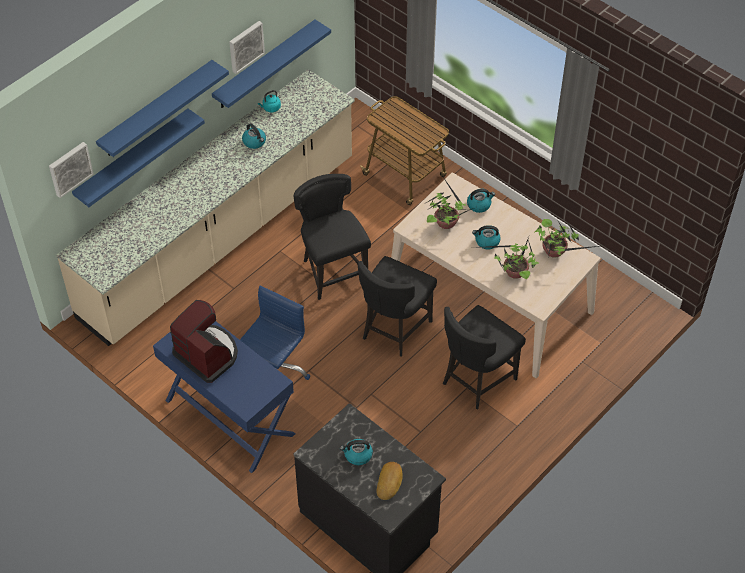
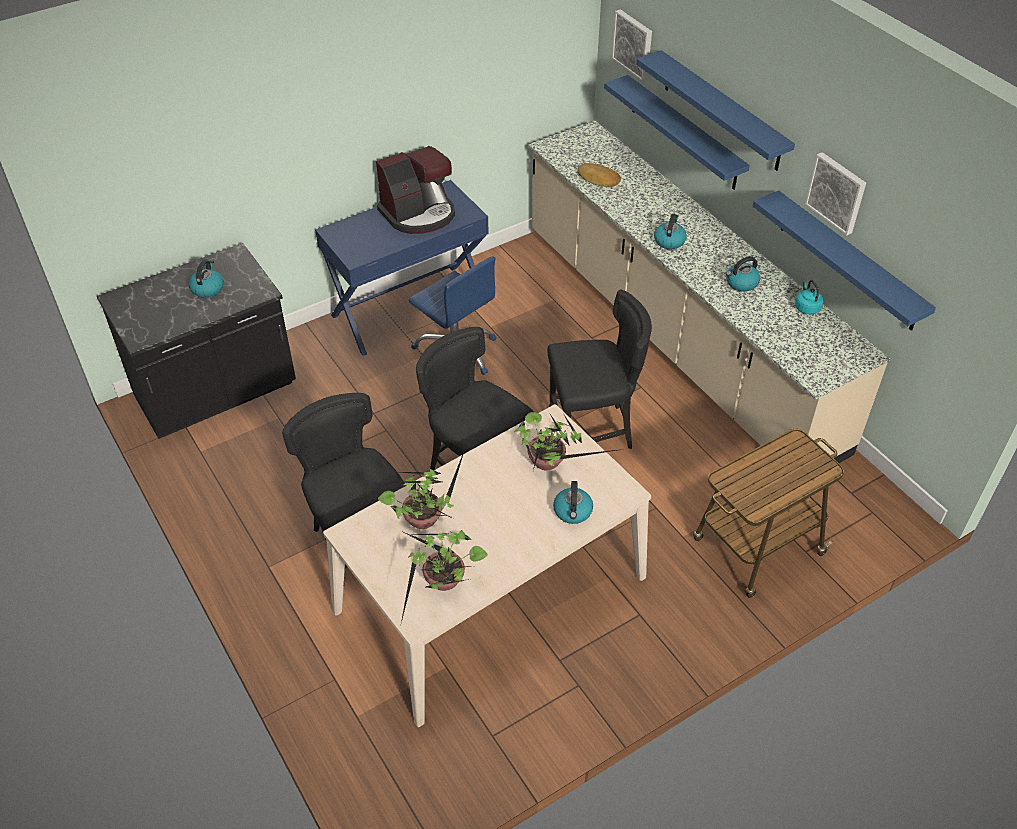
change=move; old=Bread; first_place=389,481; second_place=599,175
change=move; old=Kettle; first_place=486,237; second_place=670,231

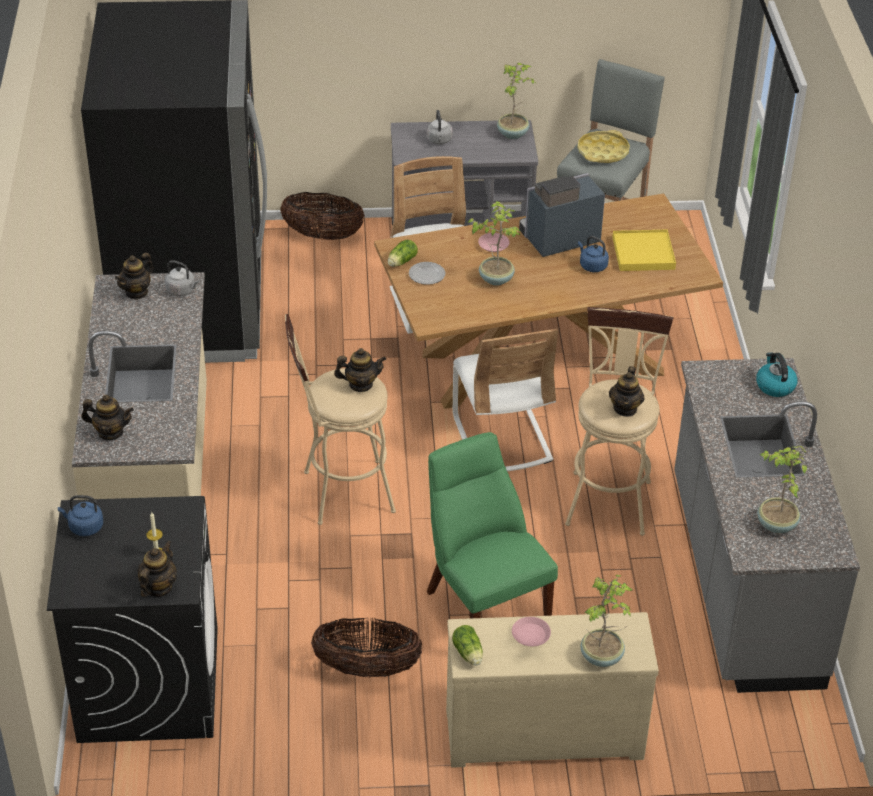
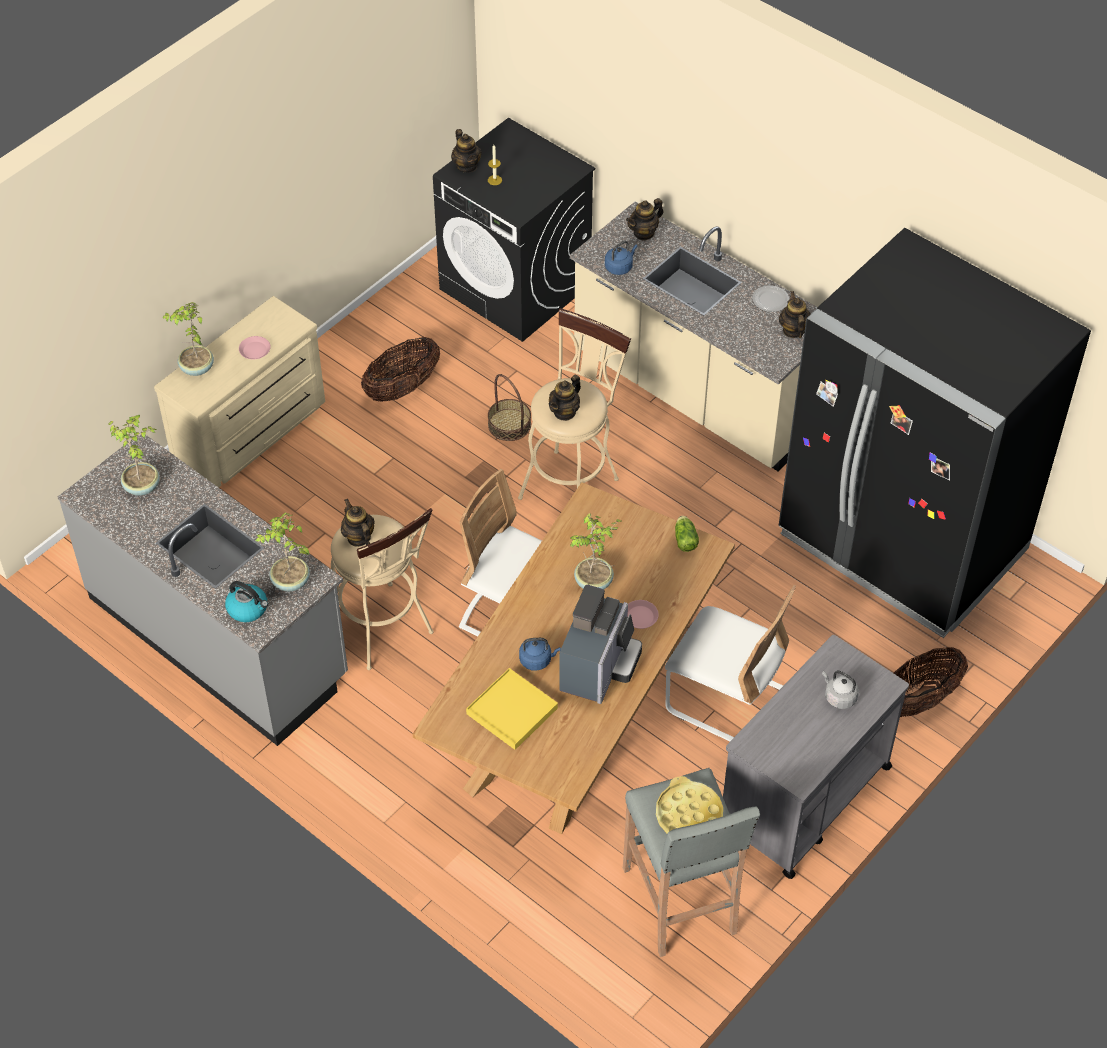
change=move; old=PottedPlant; first_place=517,101; second_place=283,551
change=insert; new=Basket; second_place=509,407
change=move; old=BlueKettle; first_place=80,515; second_place=621,258
change=move; old=Plate; first_place=427,273; second_place=770,298
change=delete; old=GreyKettle; first_place=182,278
change=delete; old=GreenChair; first_place=492,525
change=delete; old=Lettuce; first_place=467,645

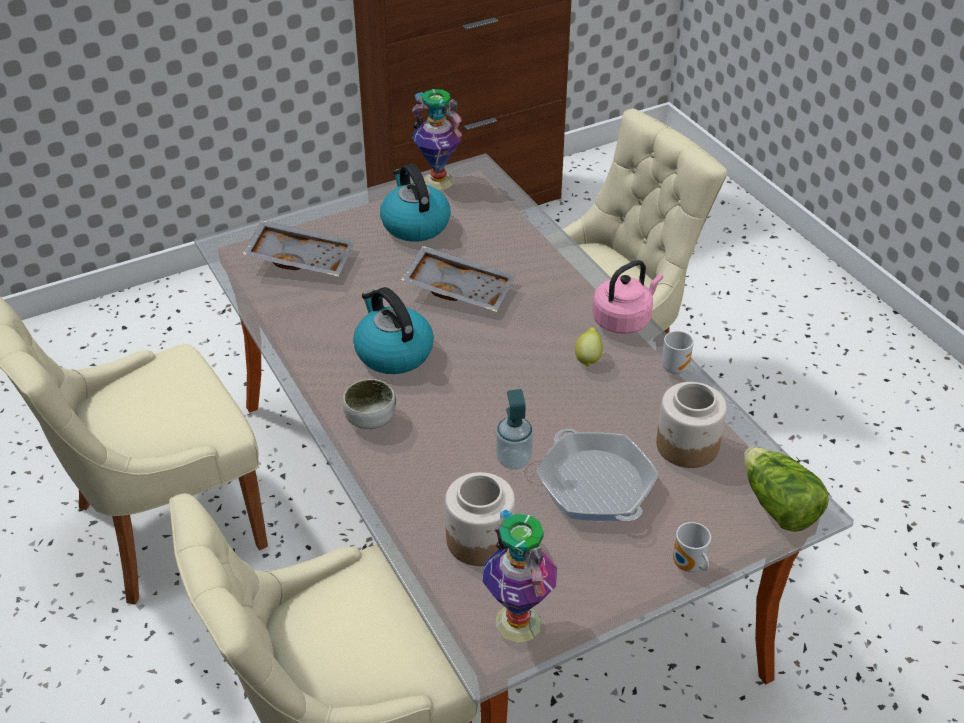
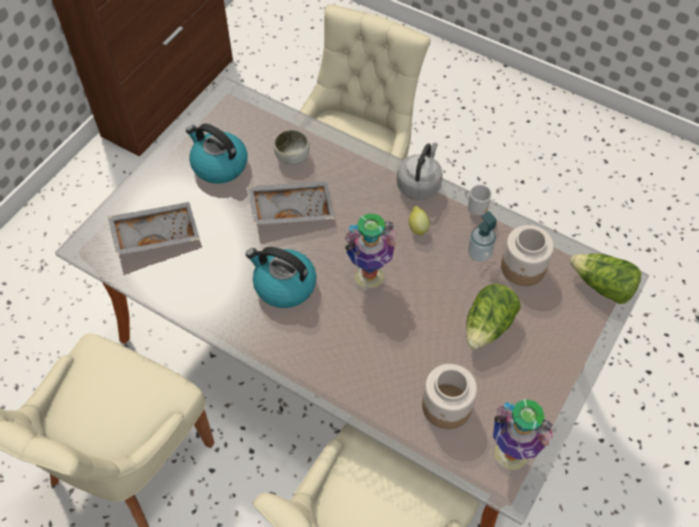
change=move; old=Bowl; first_place=369,404; second_place=292,147
change=move; old=Vase; first_place=437,139; second_place=371,251
change=recolor; old=PinkKettle; new=GreyKettle; first_place=627,297; second_place=420,171
change=replace; old=FryingPan; new=Lettuce; first_place=597,475; second_place=493,316
change=move; old=SoapDispenser; first_place=514,429; second_place=482,236
change=delete; old=Mug; first_place=692,547

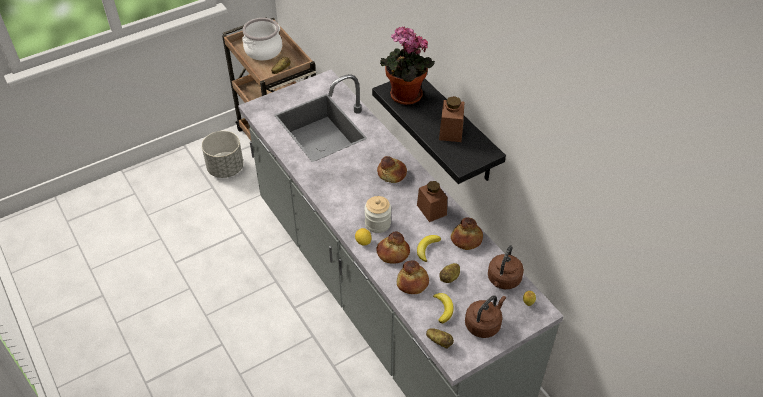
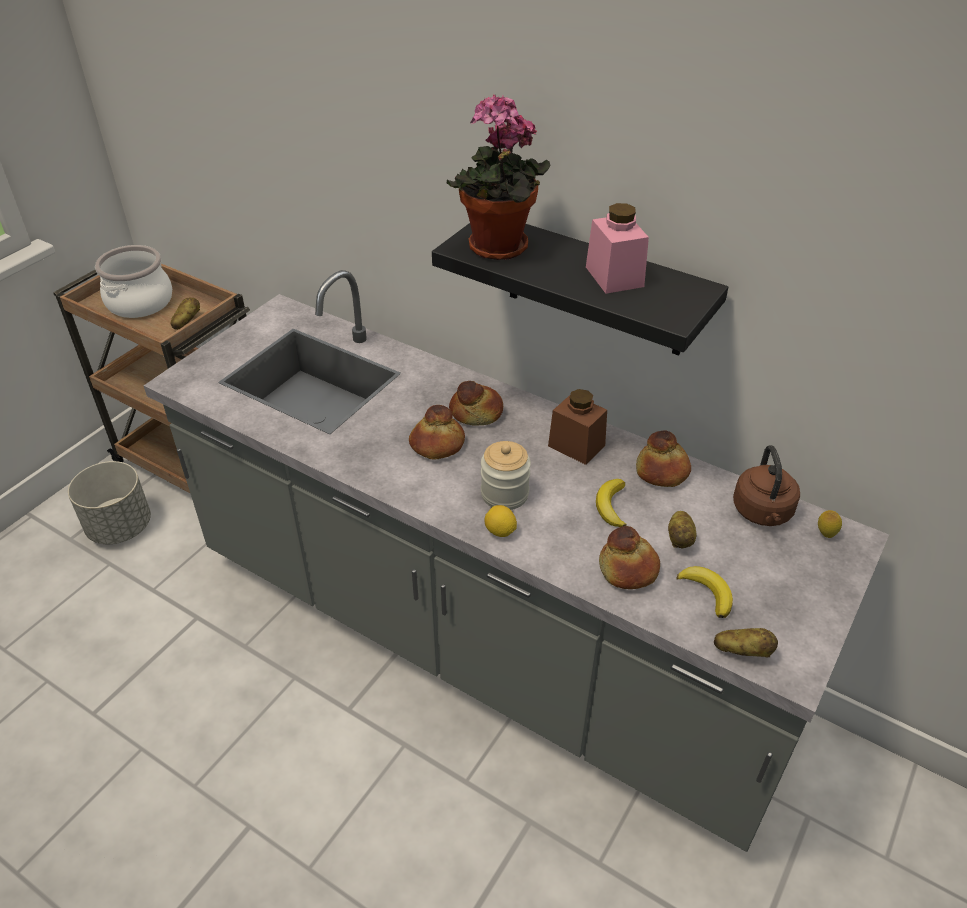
change=move; old=Bread; first_place=393,247; second_place=437,432
change=recolor; old=BrownJar; new=PinkJar; first_place=451,119; second_place=617,248
change=delete; old=BrownKettle; first_place=485,316

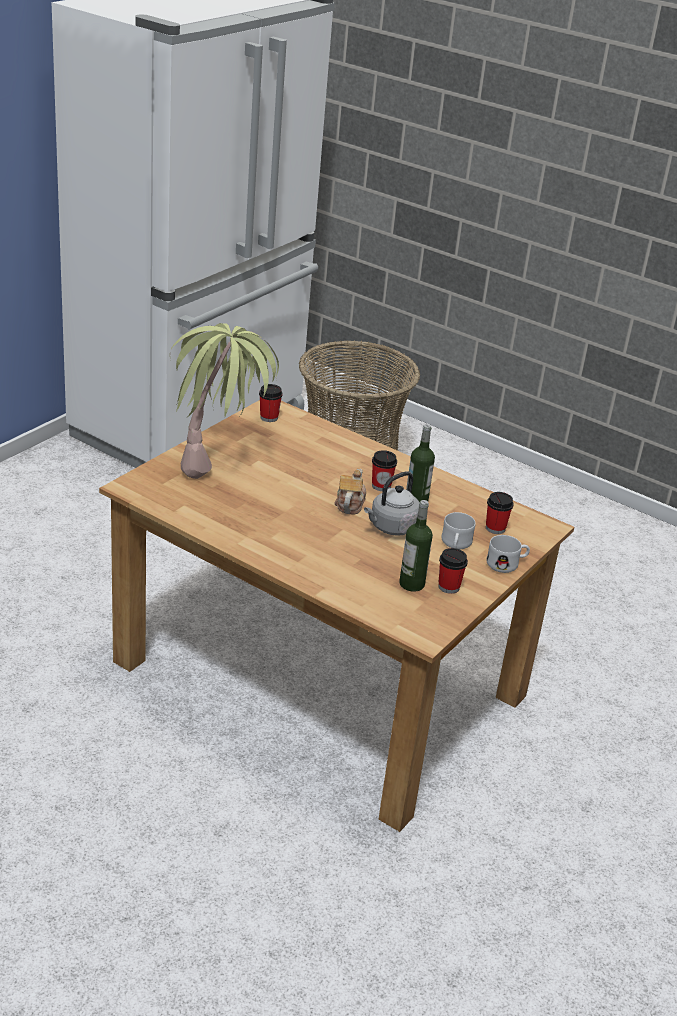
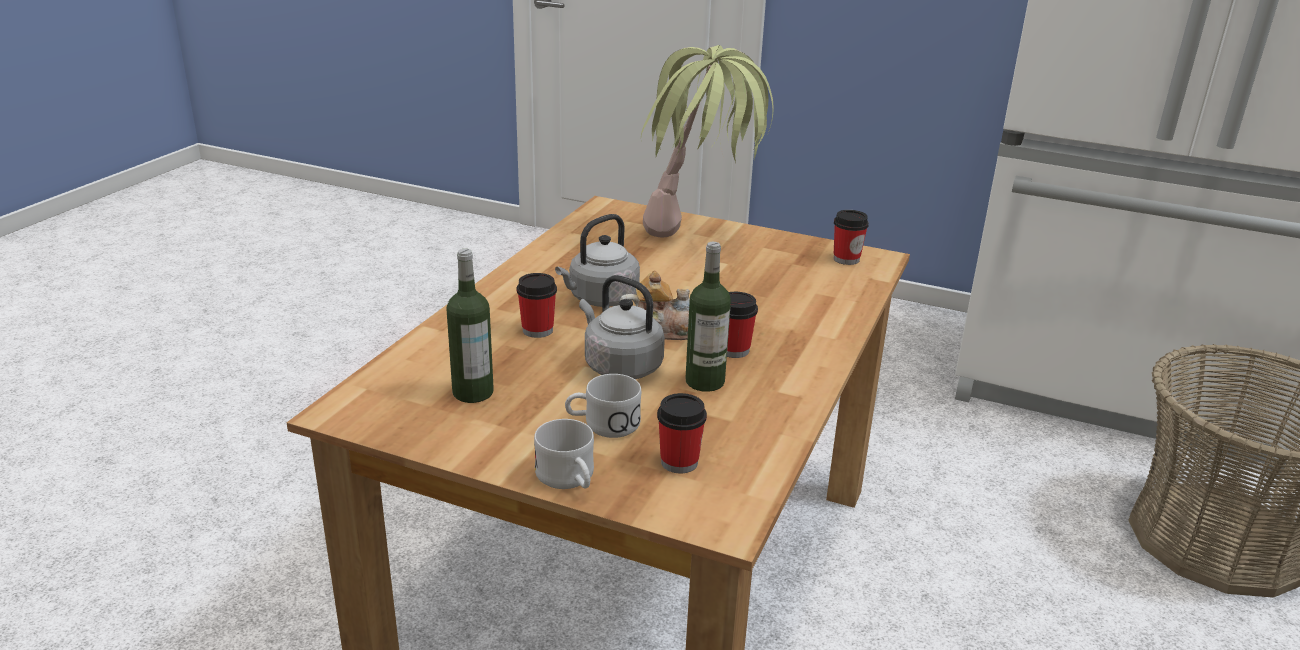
change=move; old=Cup; first_place=453,571; second_place=537,305
change=insert; new=GreyKettle; second_place=597,260

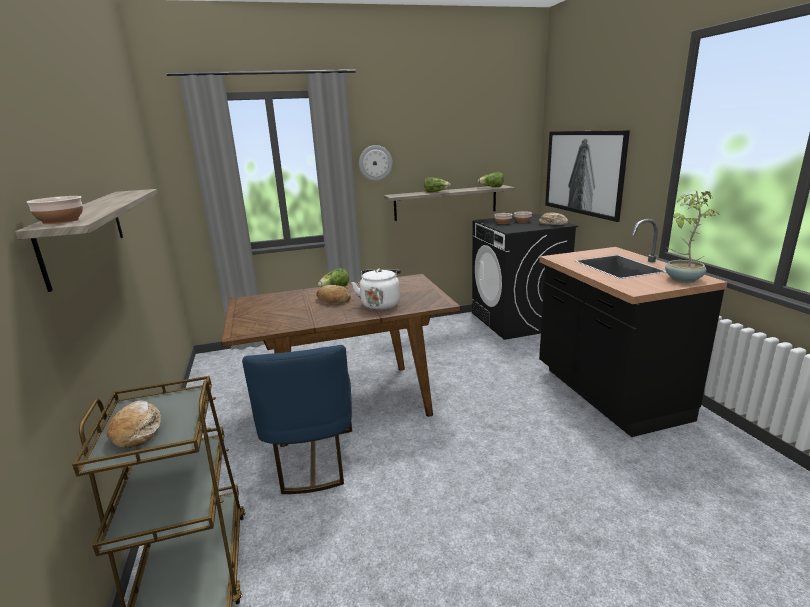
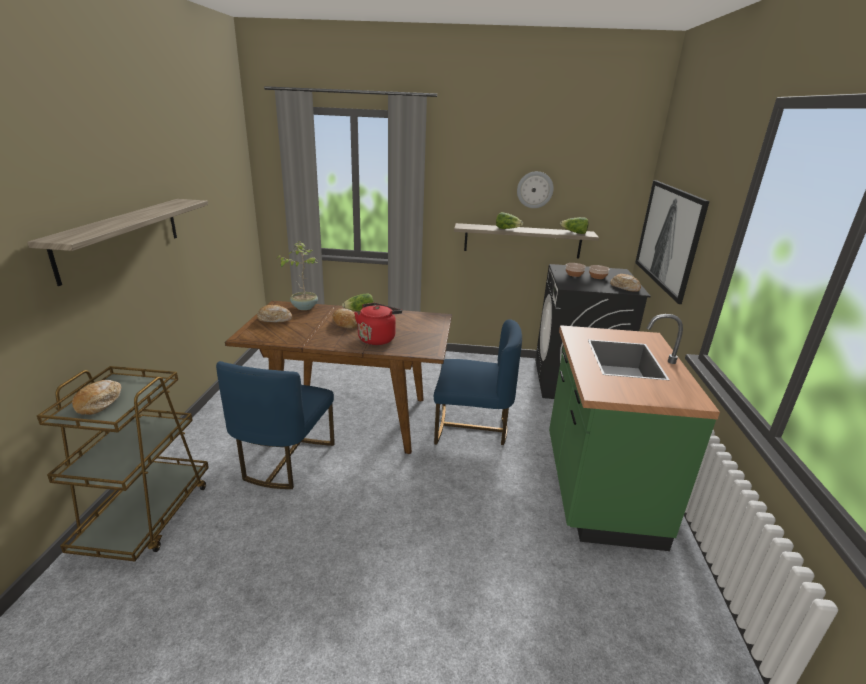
change=insert; new=Bread; second_place=274,313
change=move; old=PottedPlant; first_place=692,236; second_place=297,275
change=recolor; old=WhiteKettle; new=RedKettle; first_place=376,289; second_place=378,324
change=insert; new=BlueChair; second_place=478,382
change=move; old=WallClock; first_place=376,163; second_place=535,189
change=recolor; old=BlackCounter; new=GreenCounter; first_place=633,328; second_place=634,432
change=delete; old=Bowl; first_place=54,210

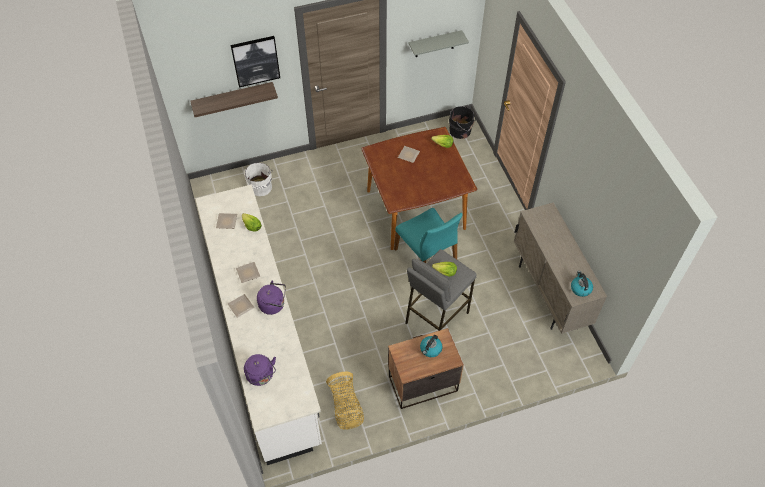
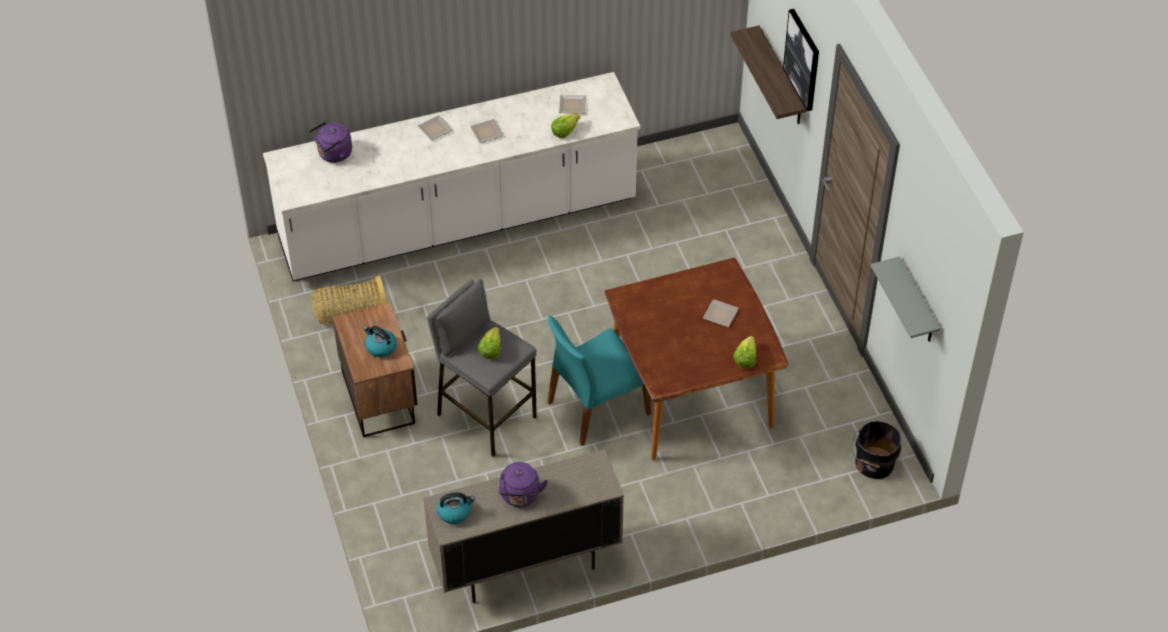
change=move; old=PurpleKettle; first_place=271,297; second_place=523,484
change=delete; old=WhiteBucket; first_place=258,179

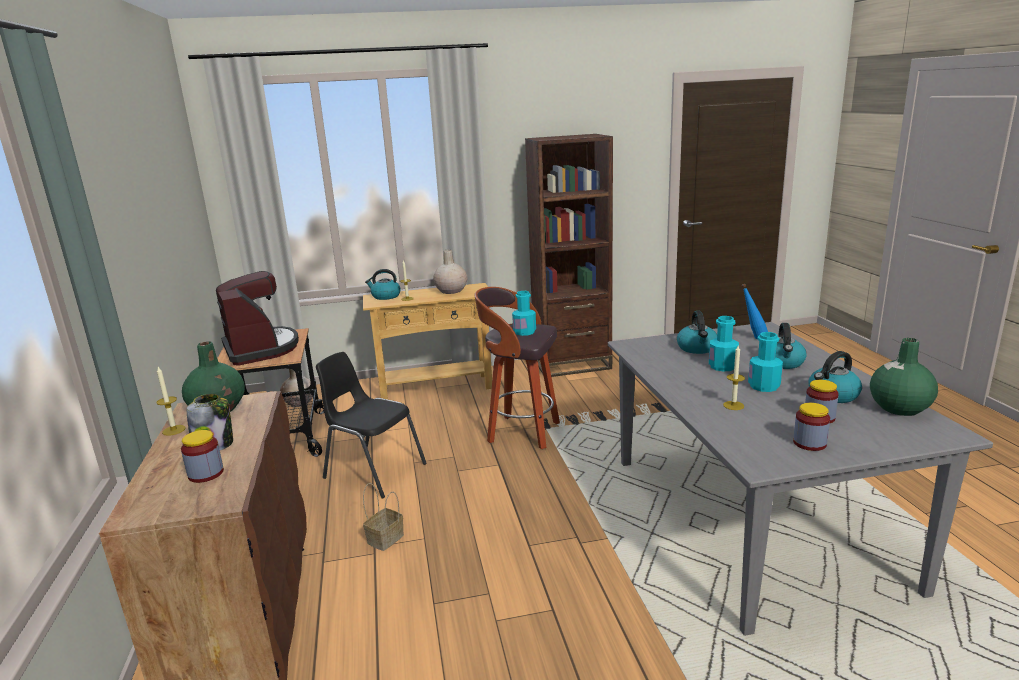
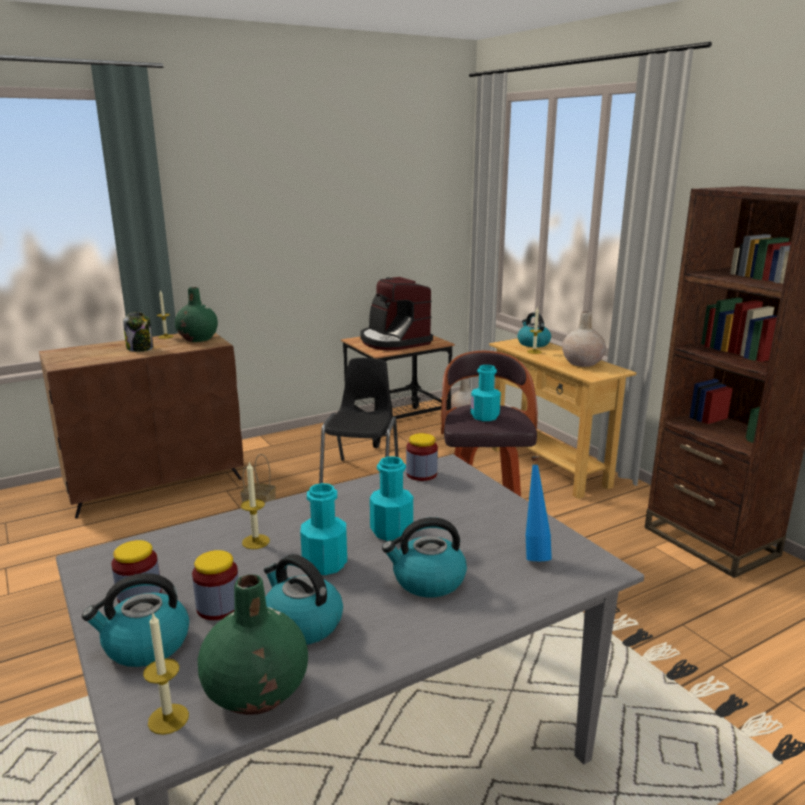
change=move; old=Kettle; first_place=697,332; second_place=135,620
change=insert; new=Candle; second_place=166,674
change=rotate; old=CoffeeMachine; first_place=257,318; second_place=397,313; degrees=105
change=move; old=Jar; first_place=202,456; second_place=422,457

